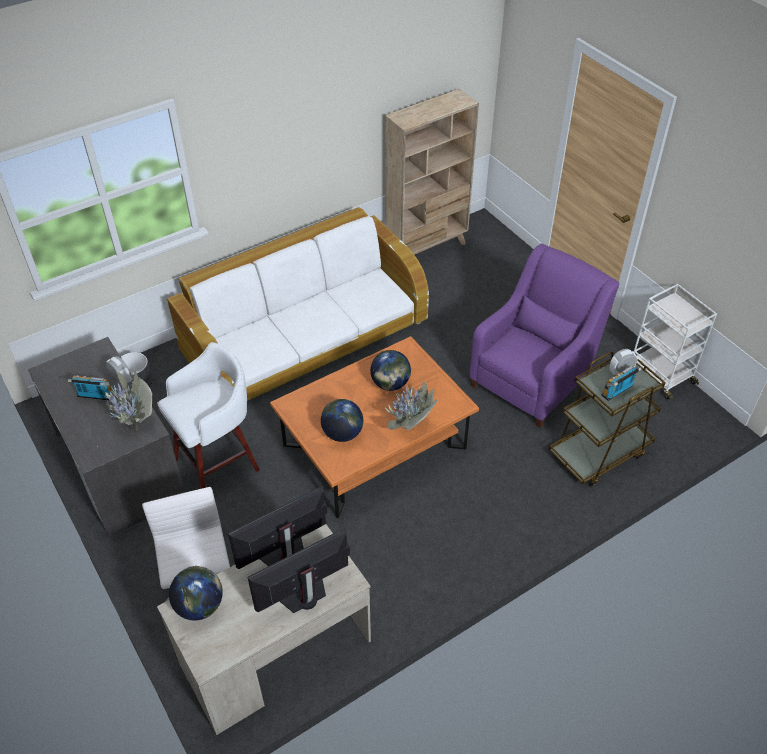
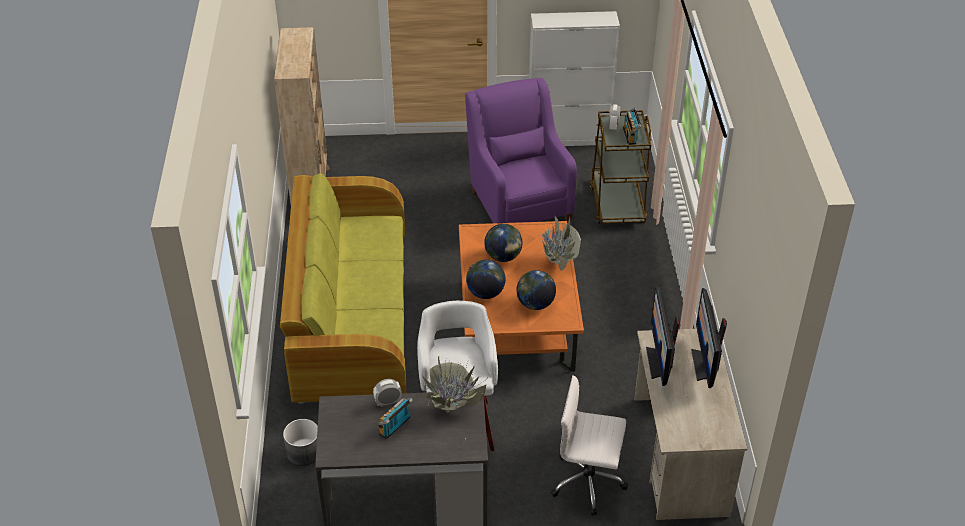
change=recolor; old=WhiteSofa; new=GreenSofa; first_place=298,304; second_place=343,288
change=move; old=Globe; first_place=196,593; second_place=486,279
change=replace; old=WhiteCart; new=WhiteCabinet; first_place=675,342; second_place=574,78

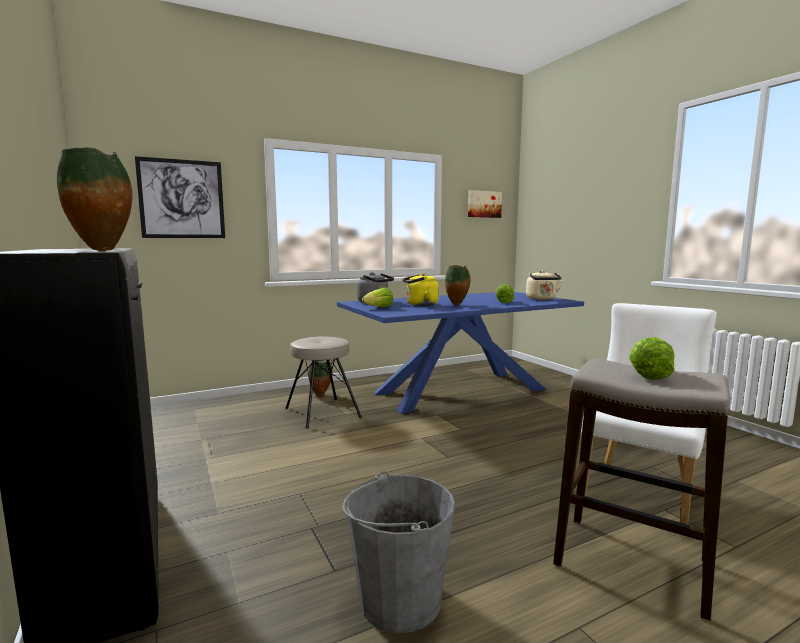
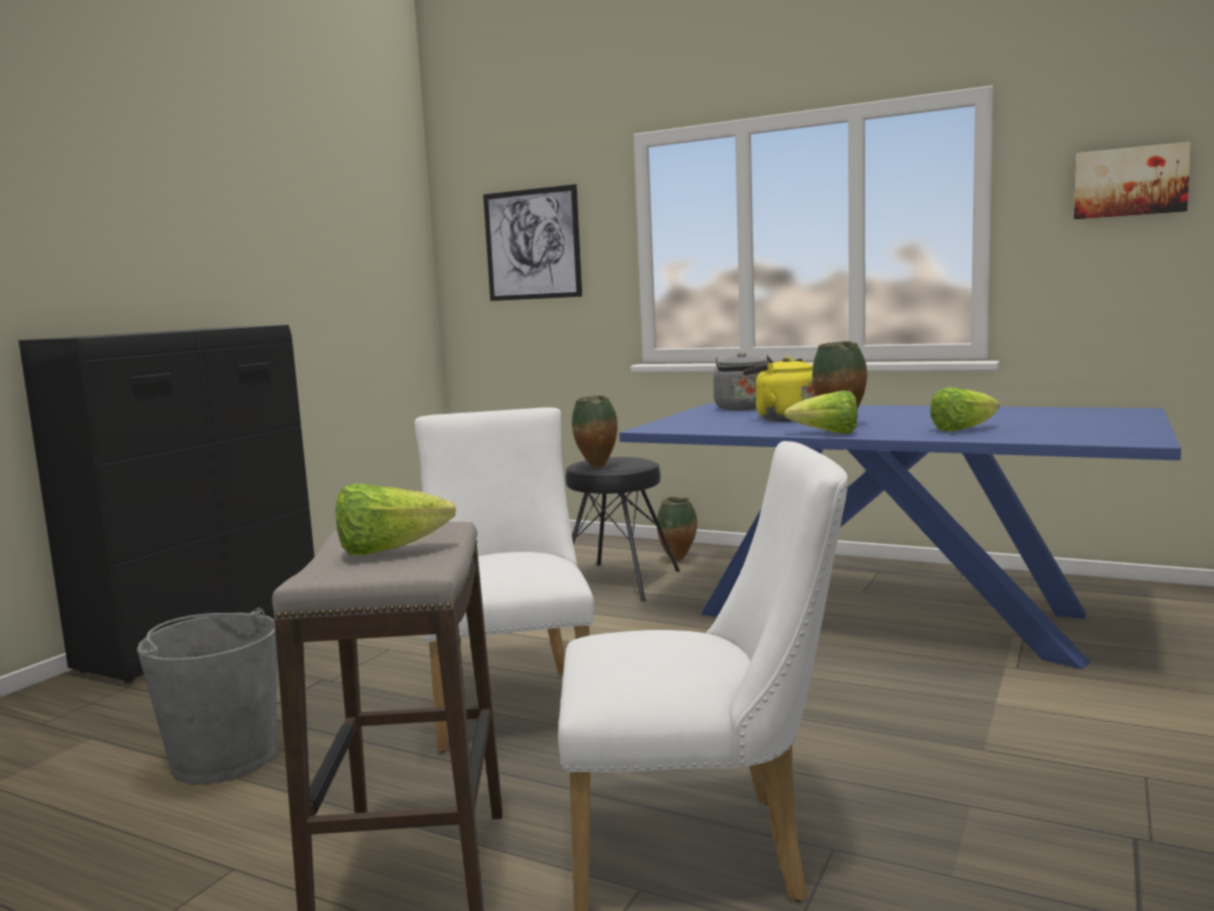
change=insert; new=WhiteChair; second_place=504,580
change=recolor; old=BeigeStool; new=BlackStool; first_place=323,383; second_place=622,529
change=move; old=Vase; first_place=94,199; second_place=595,431
change=move; old=Lettuce; first_place=377,297; second_place=820,412
change=delete; old=BeigeKettle; first_place=544,285

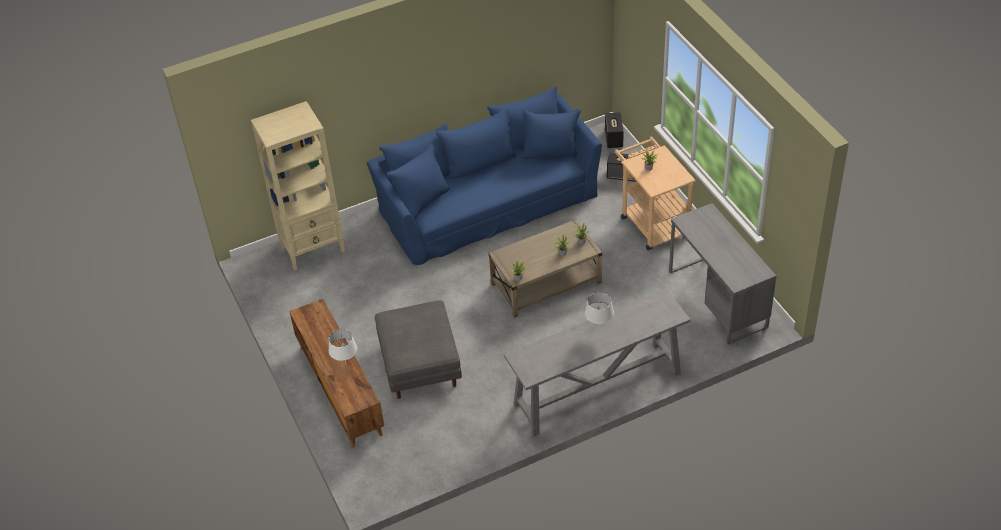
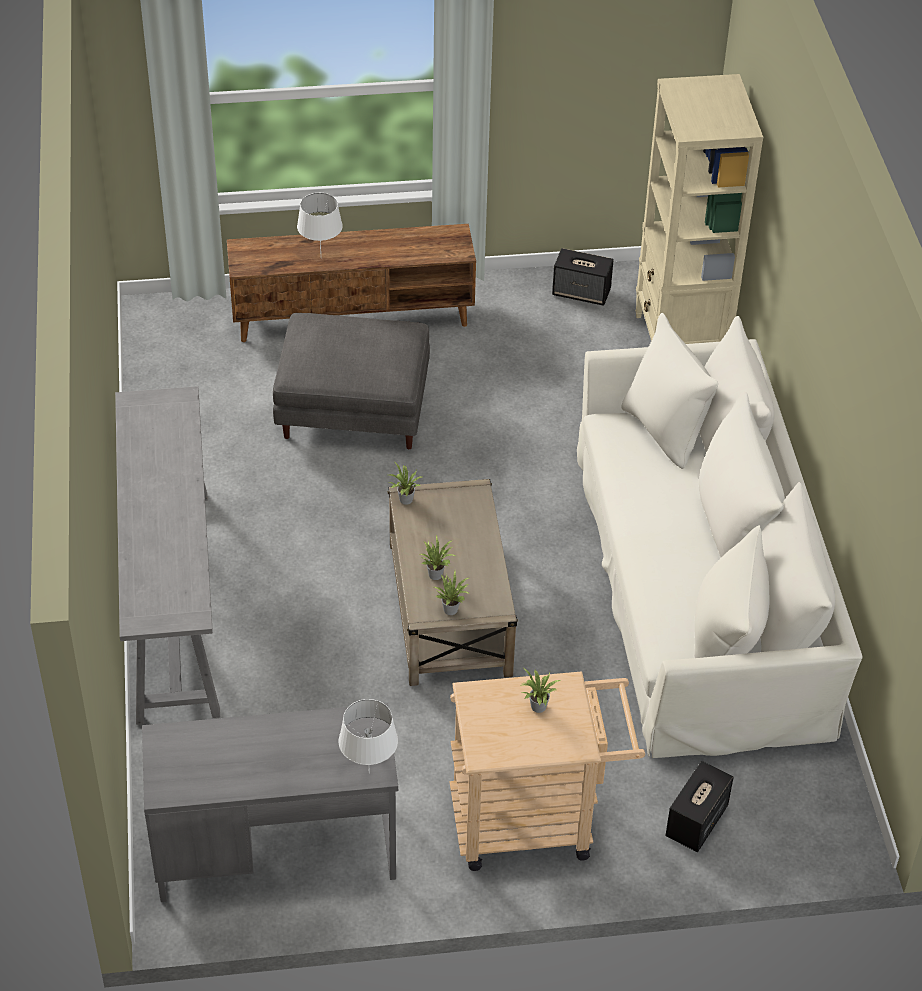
change=move; old=WhiteTableLamp; first_place=599,308; second_place=368,732
change=move; old=Speaker; first_place=614,130; second_place=583,277
change=recolor; old=BlueSofa; new=BeigeSofa; first_place=484,176; second_place=720,535

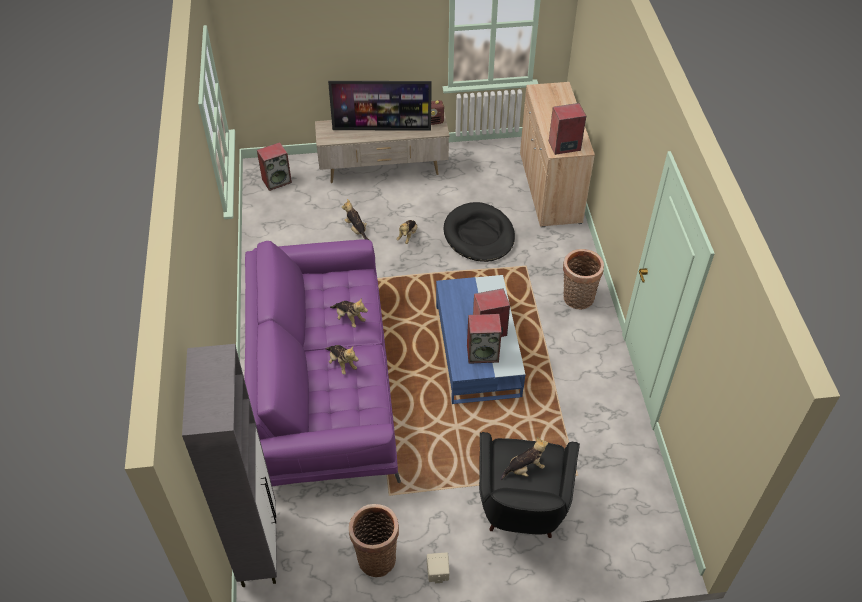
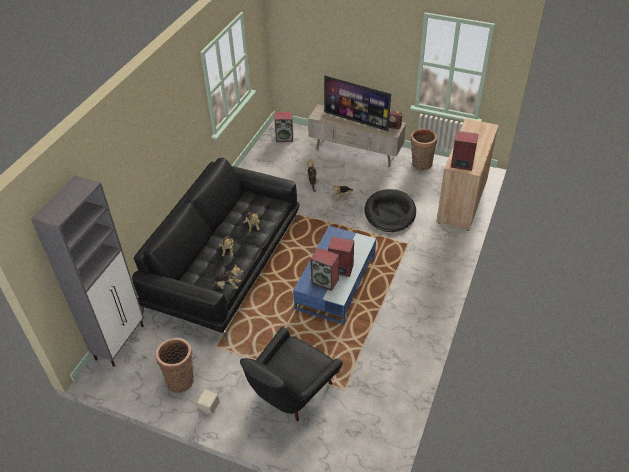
change=recolor; old=PurpleSofa; new=BlackSofa; first_place=322,362; second_place=215,250
change=move; old=PlushToy; first_place=524,458; second_place=226,276
change=move; old=Basket; first_place=583,279; second_place=423,149

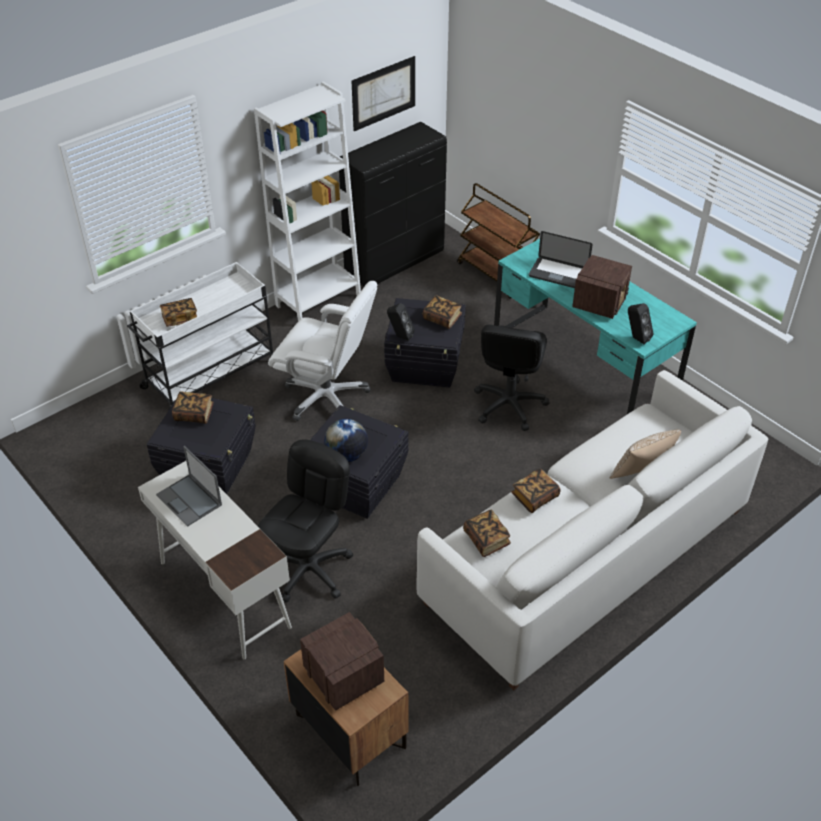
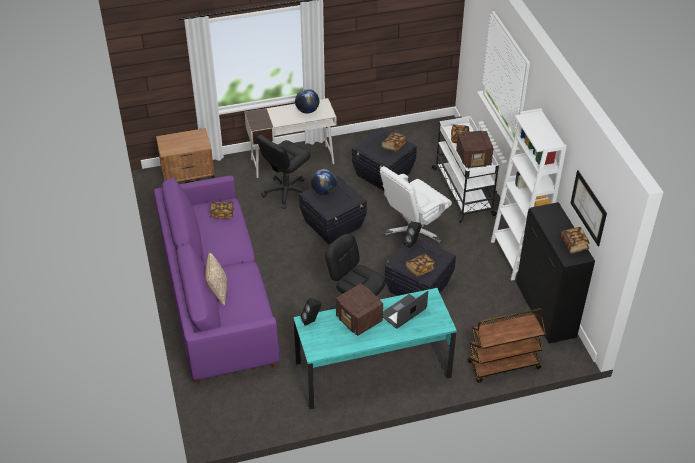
change=recolor; old=WhiteSofa; new=PurpleSofa; first_place=592,530; second_place=217,280
change=rotate; old=BlackOfficeChair; first_place=305,521; second_place=283,172; degrees=75
change=replace; old=Laptop; new=Globe; first_place=189,486; second_place=307,101
change=move; old=Radio; first_place=342,661; second_place=475,150
change=move; old=Book; first_place=536,491; second_place=575,240

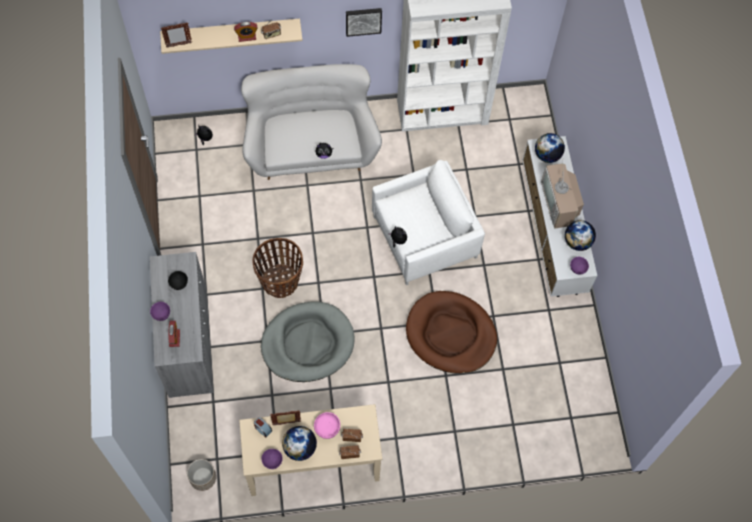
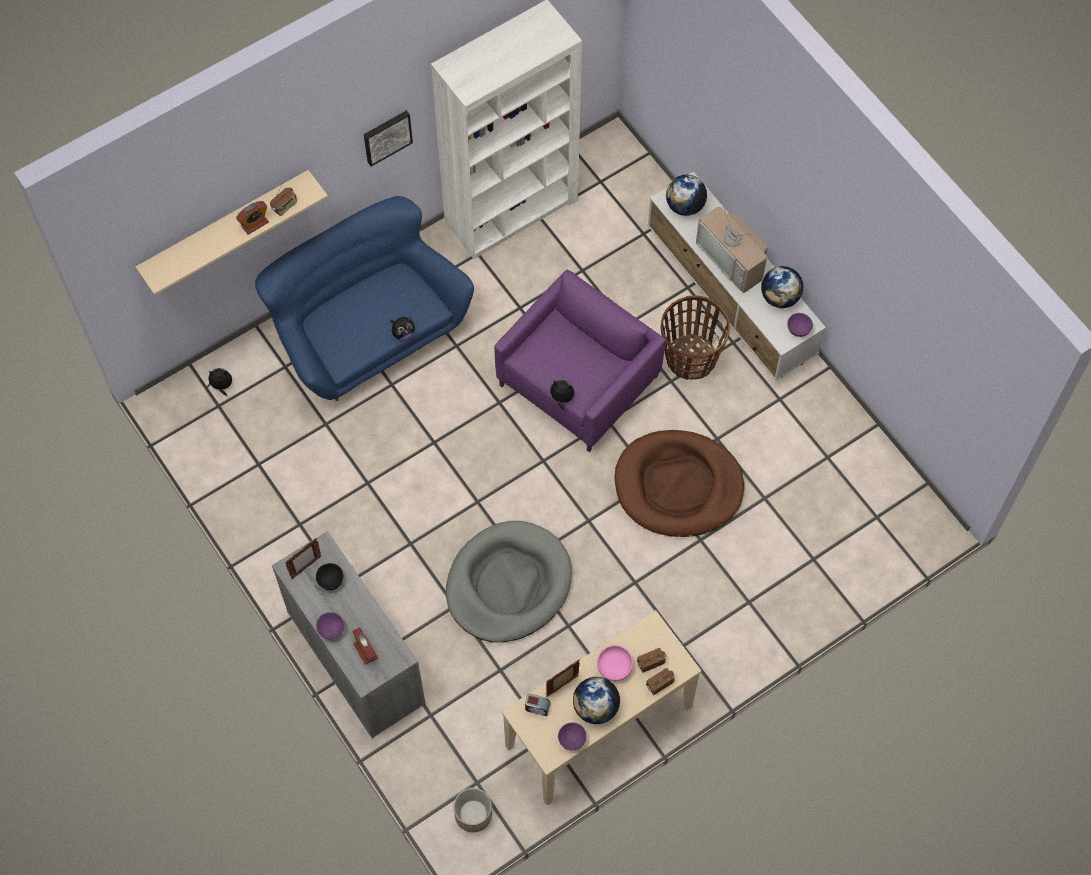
change=recolor; old=WhiteSofa; new=BlueSofa; first_place=311,122; second_place=364,298
change=move; old=PictureFrame; first_place=176,35; second_place=303,558
change=recolor; old=WhiteArmchair; new=PurpleArmchair; first_place=428,222; second_place=580,360
change=move; old=Basket; first_place=277,268; second_place=695,337

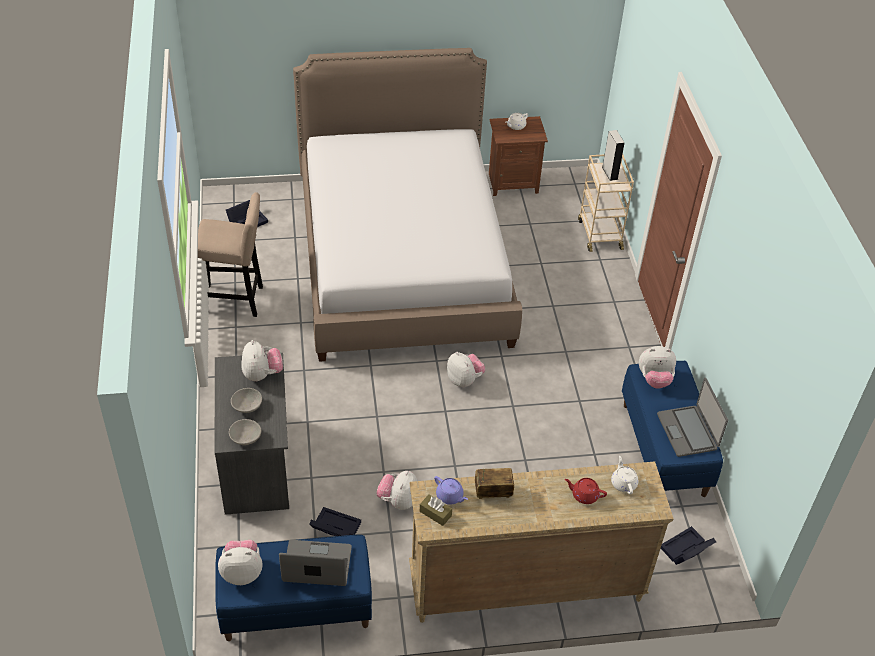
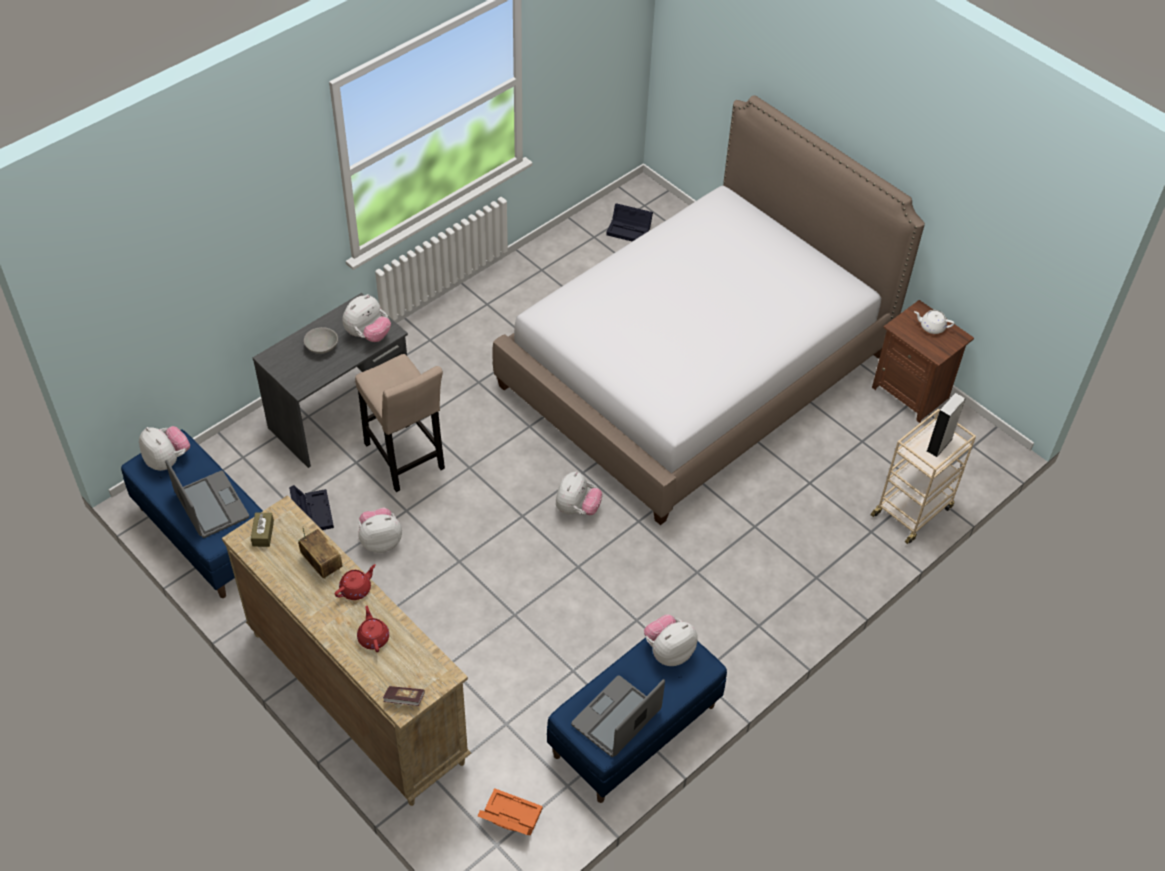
change=insert; new=RedTeapot; second_place=355,582
change=move; old=BeigeStool; first_place=230,254; second_place=400,423
change=insert; new=Book; second_place=404,696
change=recolor; old=BlackStorageBox; new=OrangeStorageBox; first_place=688,545; second_place=510,811
change=rotate; old=PlushToy; first_place=657,367; second_place=670,640; degrees=90
change=delete; old=GreyBowl; first_place=245,432
change=delete; old=PurpleTeapot; first_place=451,490
change=delete; old=WhiteTeapot; first_place=624,475

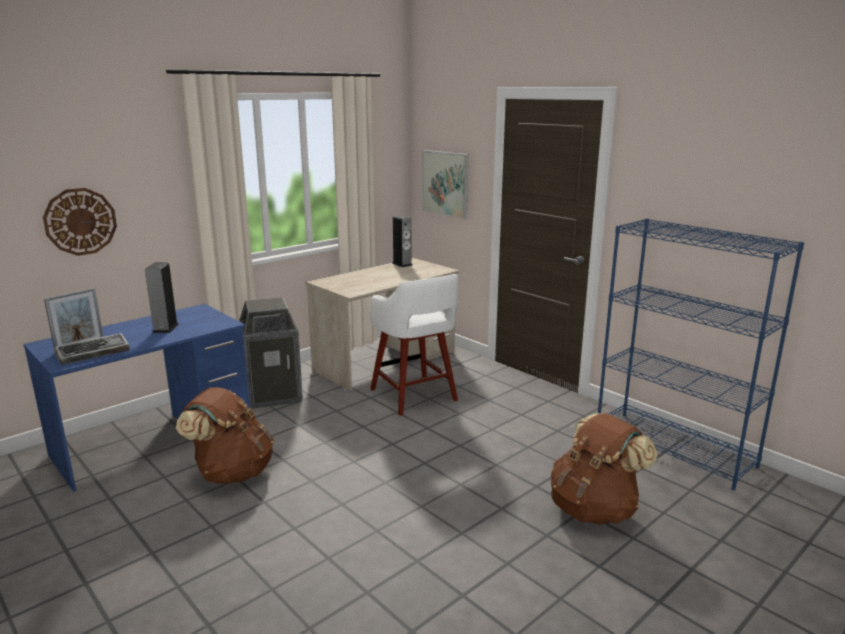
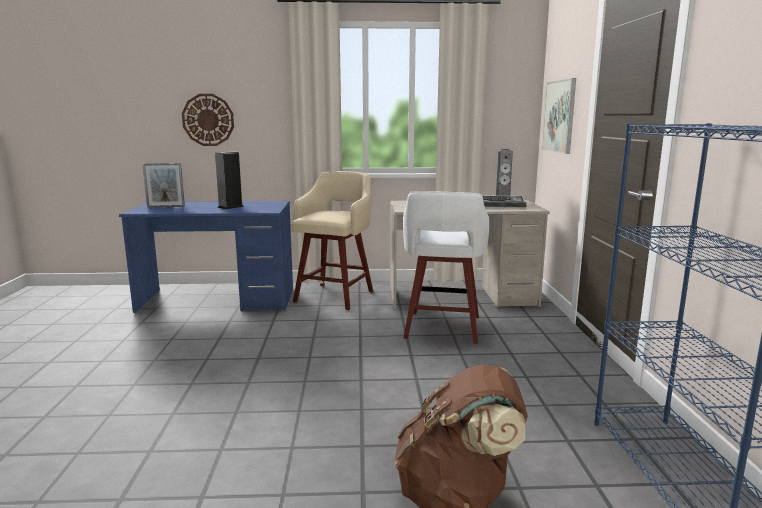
change=replace; old=TrashCan; new=BeigeStool; first_place=271,353; second_place=332,240
change=move; old=Keyboard; first_place=92,349; second_place=505,201
change=delete; old=BrownBackpack; first_place=225,435

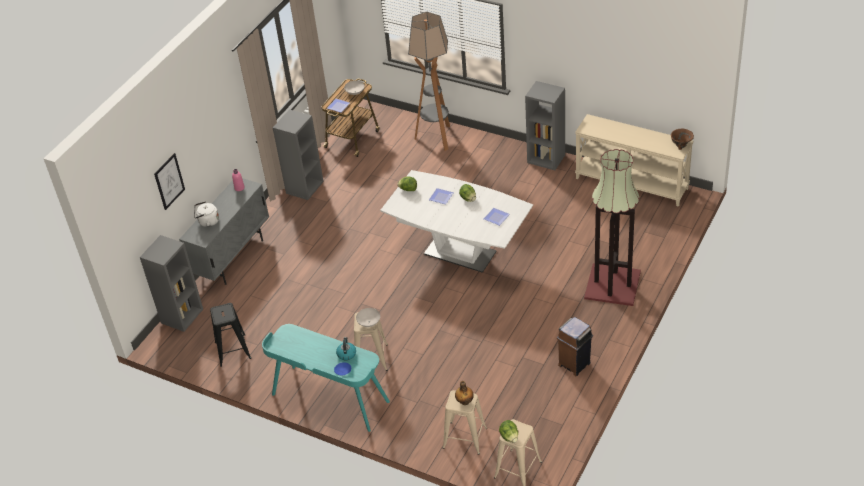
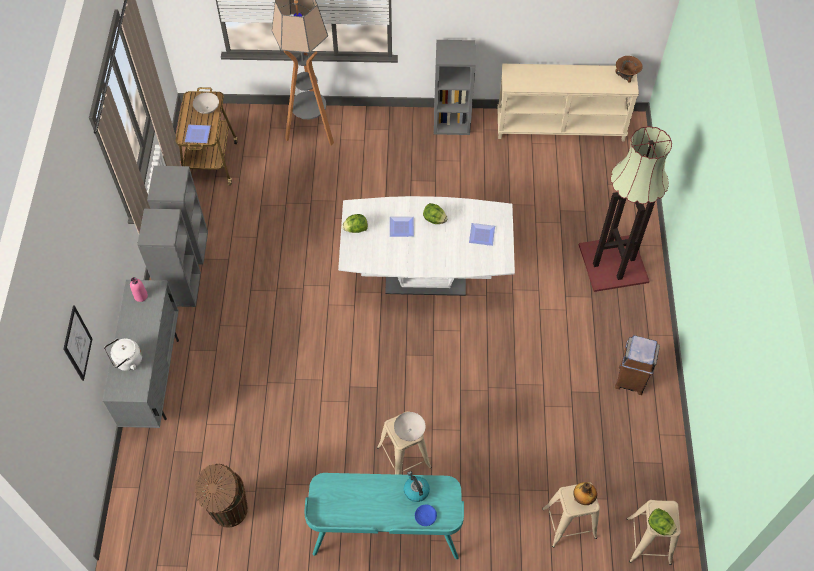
change=move; old=GreyBookcase; first_place=171,283; second_place=169,258
change=replace; old=BlackStool; new=BrownTrashCan; first_place=230,335; second_place=221,495

